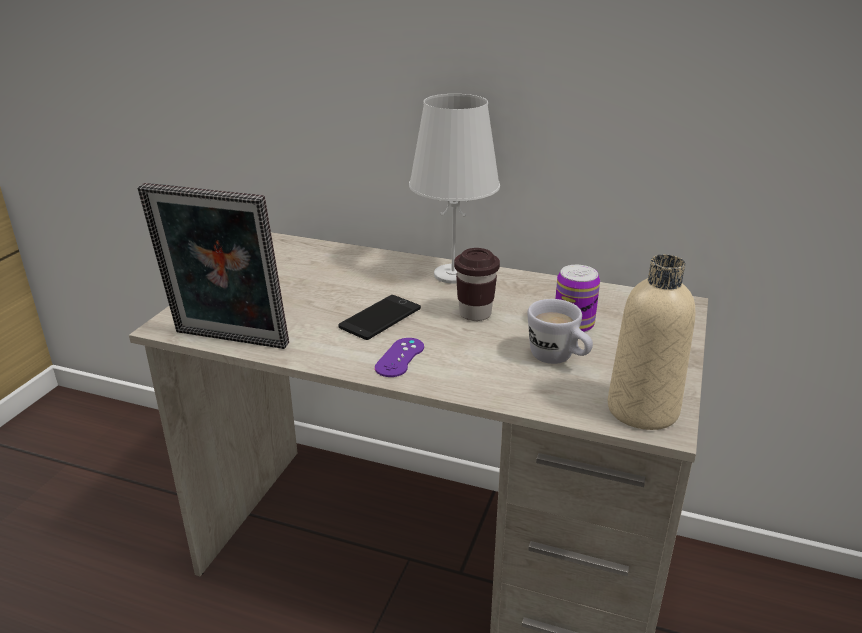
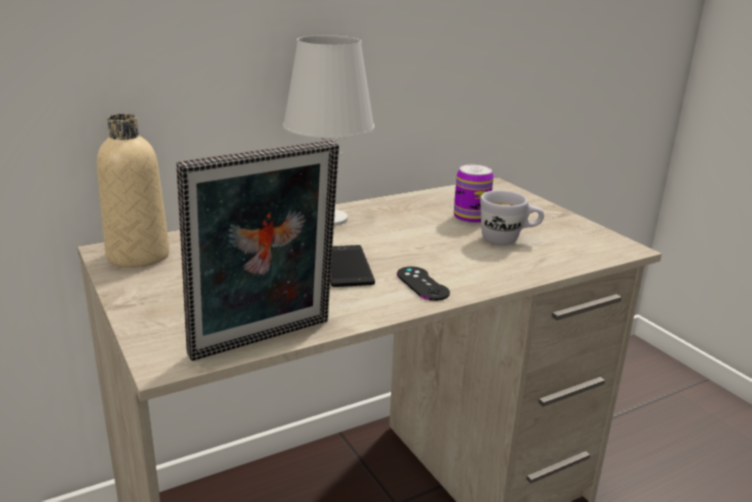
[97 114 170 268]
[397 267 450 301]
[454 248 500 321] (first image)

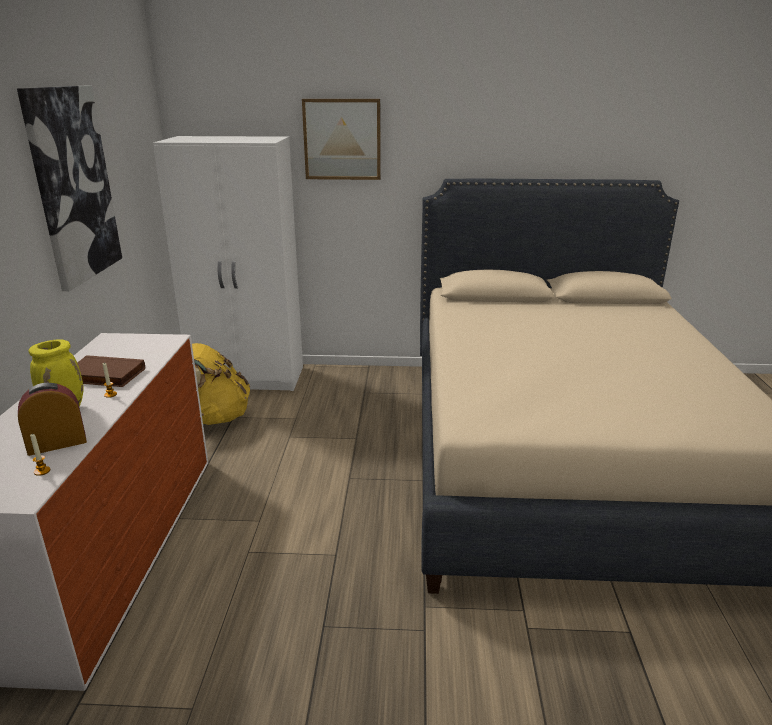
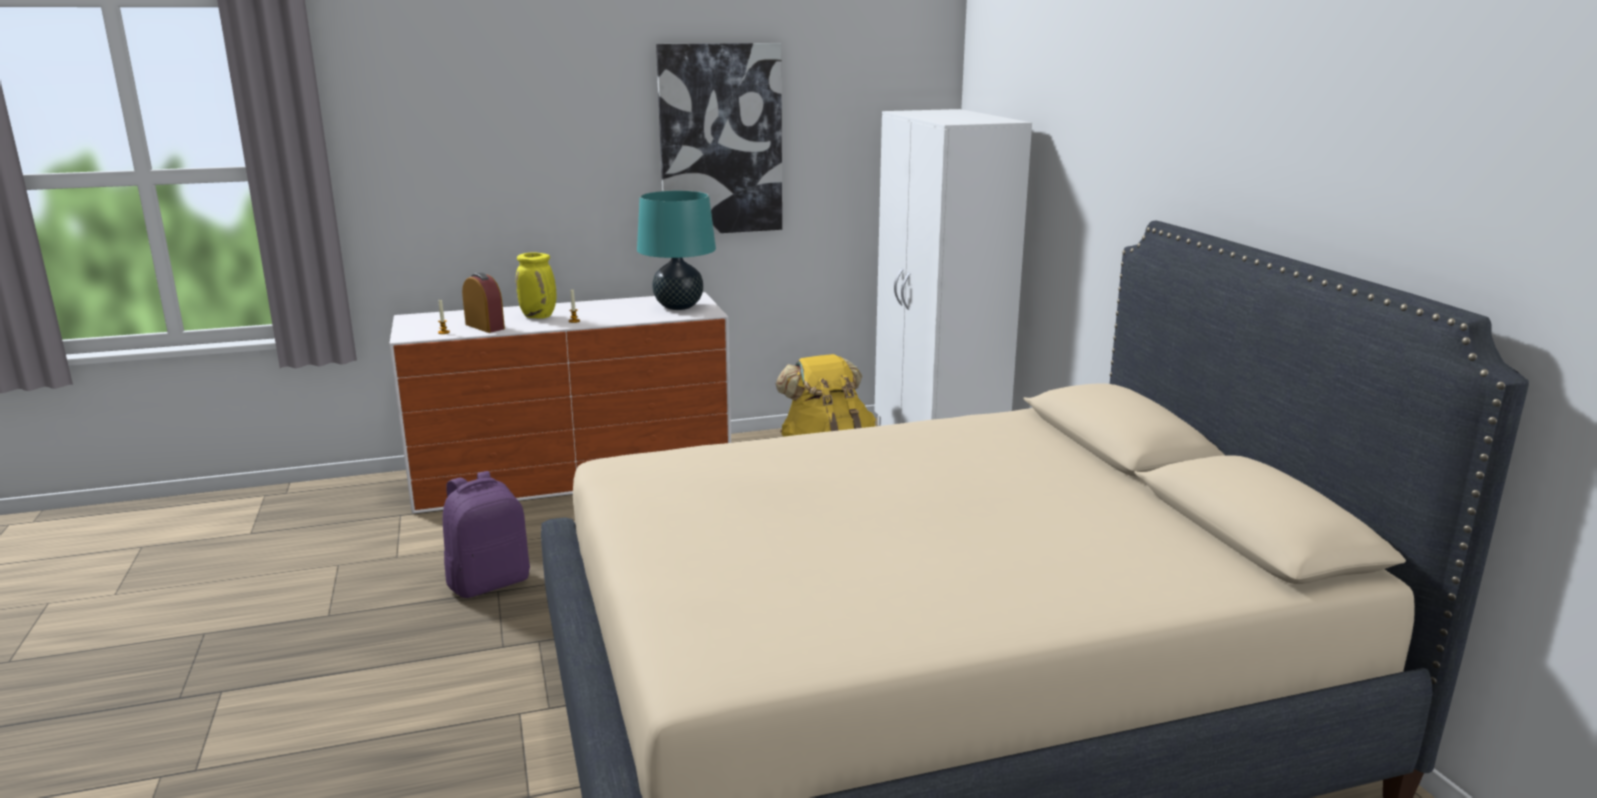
[443 471 530 598]
[637 190 716 310]
[77 355 145 387] (first image)
[302 99 381 180] (first image)

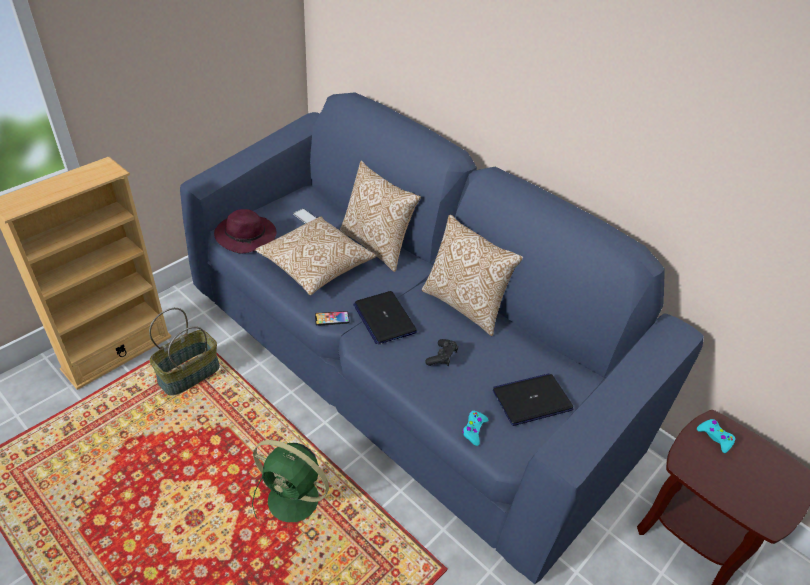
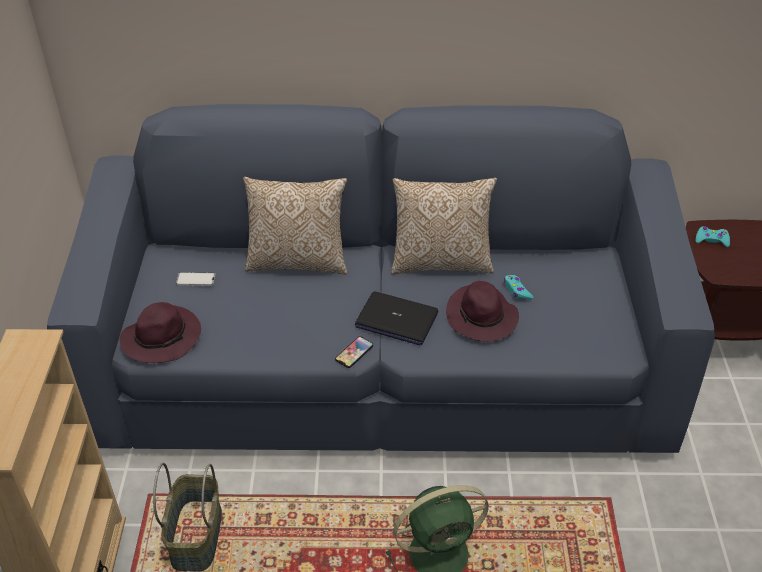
[446 281 519 342]
[504 275 533 300]
[255 216 376 295] (first image)
[493 373 573 426] (first image)

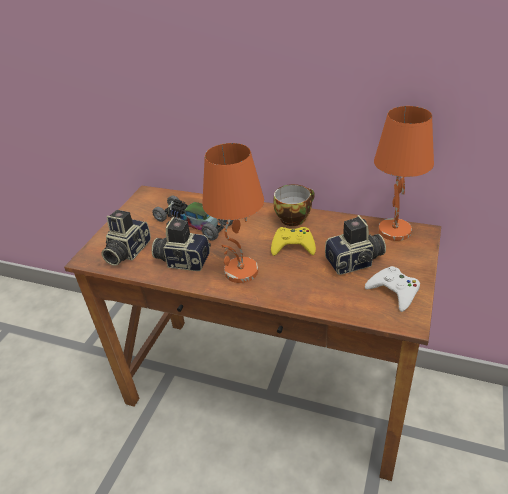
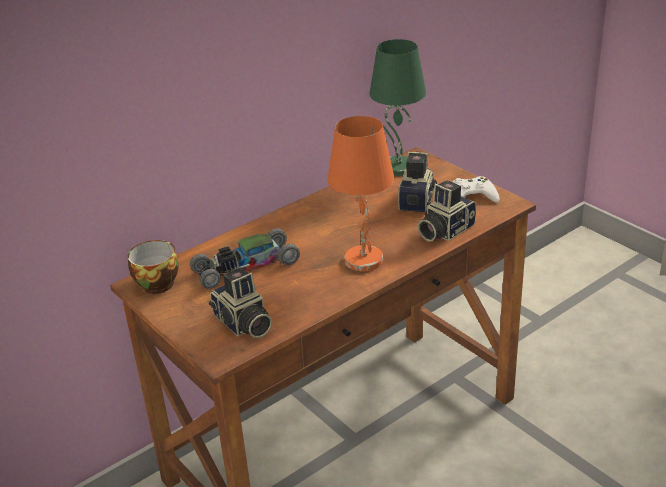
[128 240 179 294]
[369 39 426 176]
[418 180 476 241]
[271 227 316 256] (first image)

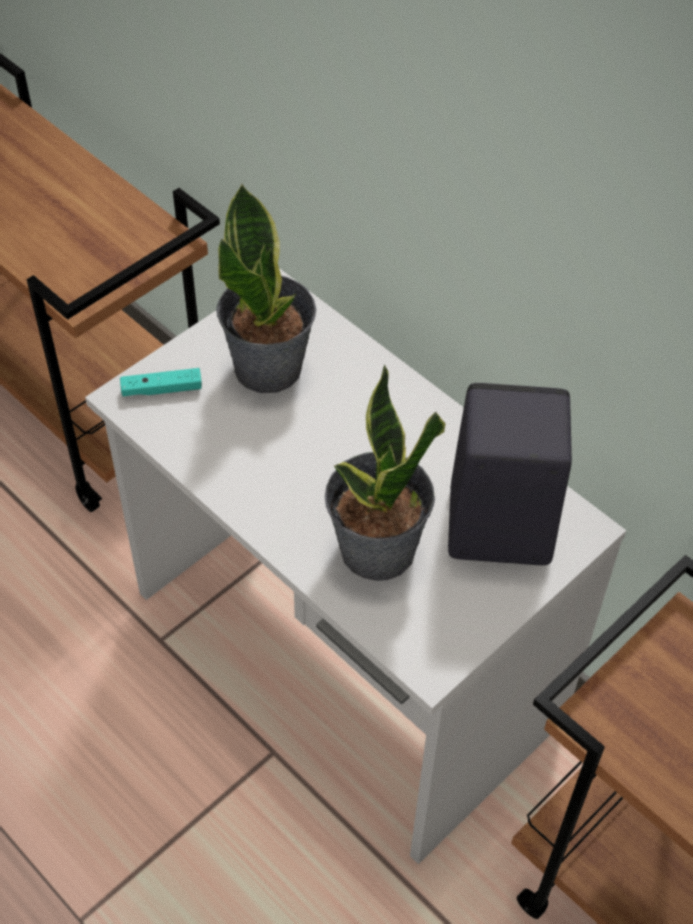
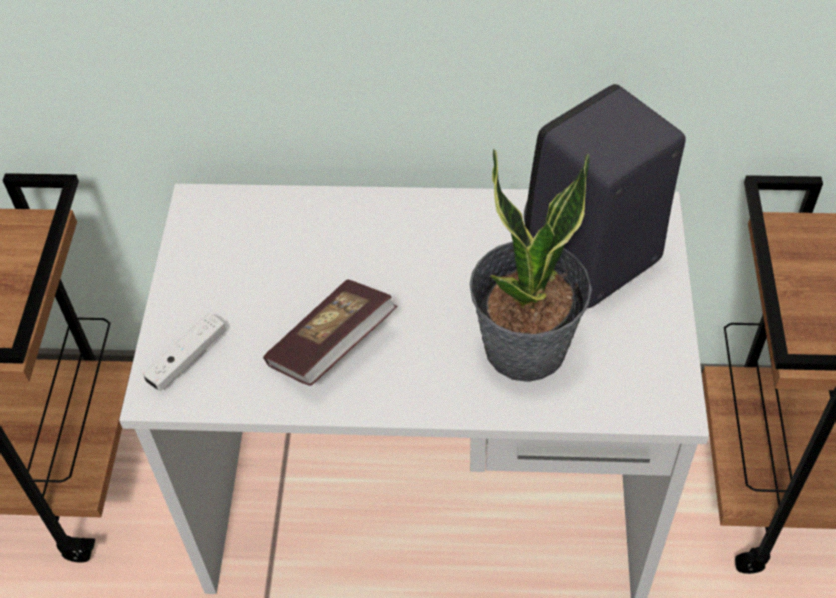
[143 313 226 391]
[263 280 397 386]
[216 183 316 393] (first image)

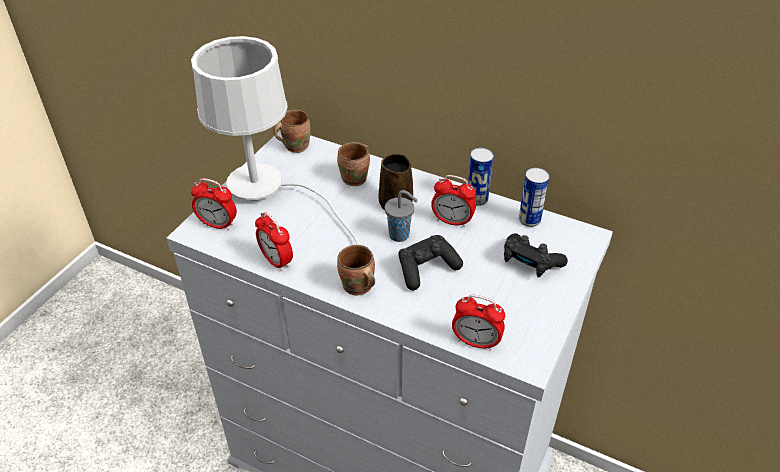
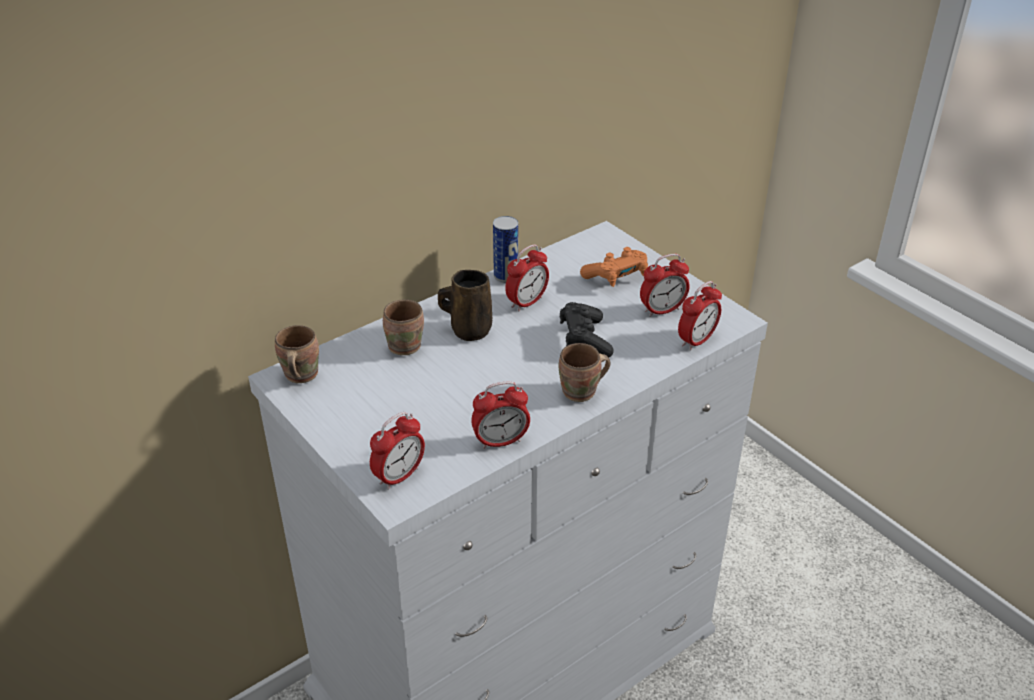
[580 247 648 287]
[640 254 690 317]
[191 36 359 245] (first image)
[385 190 418 242] (first image)
[519 168 549 227] (first image)

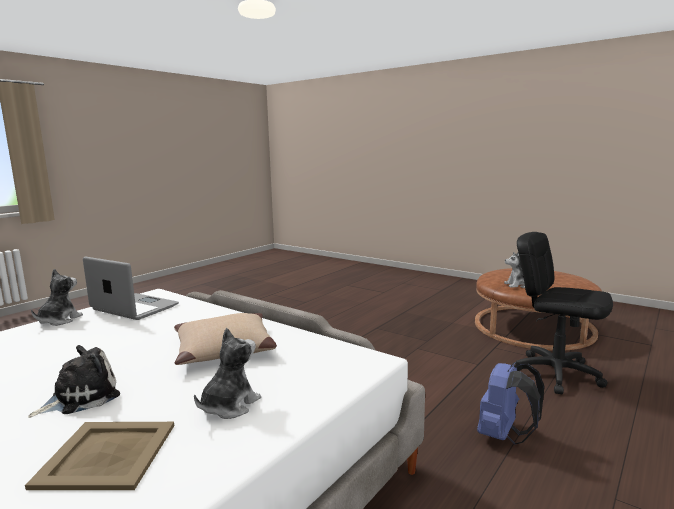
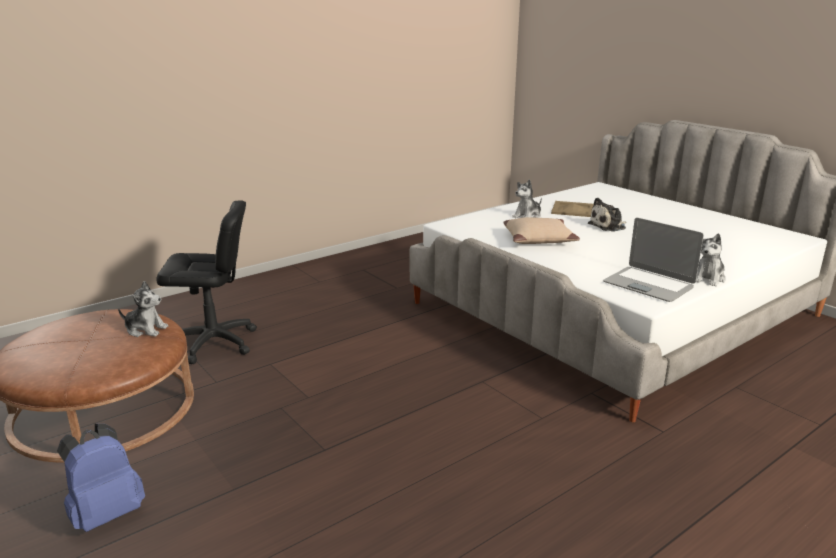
[57 424 145 532]
[156 200 257 364]

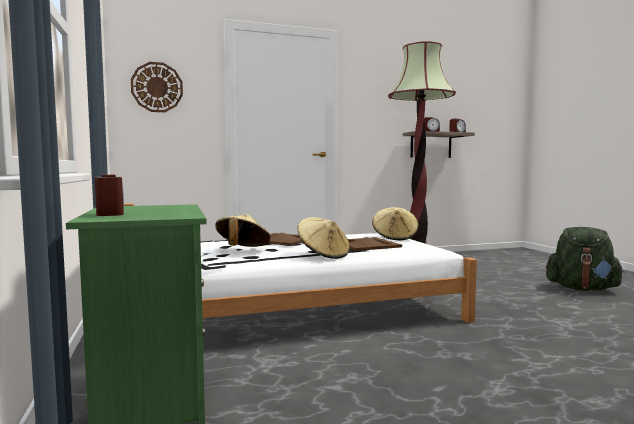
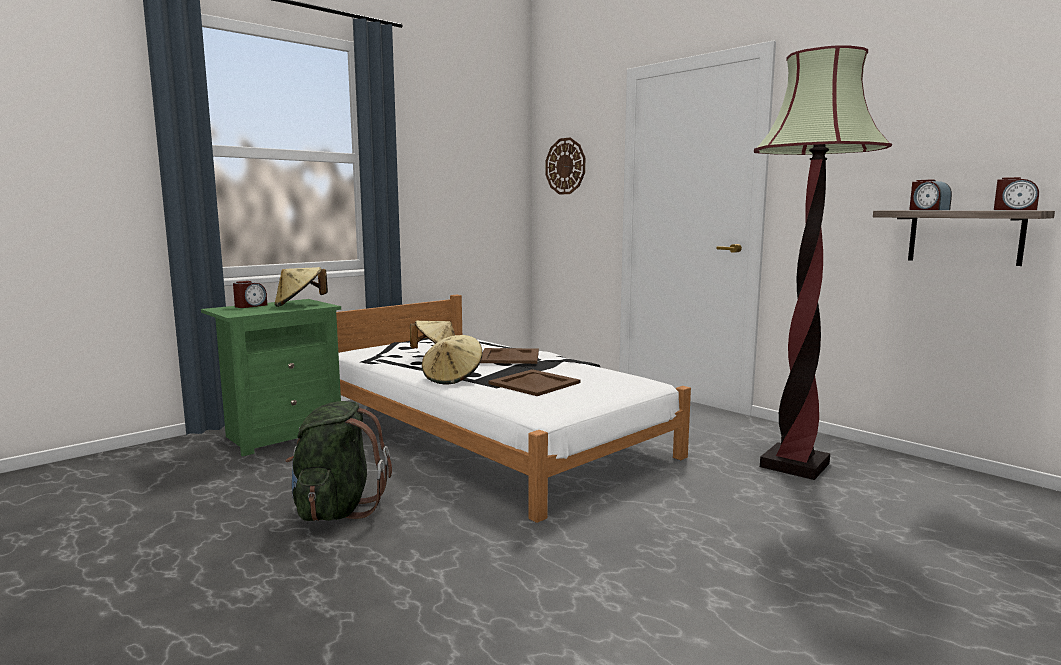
[275 267 328 307]
[285 401 392 521]

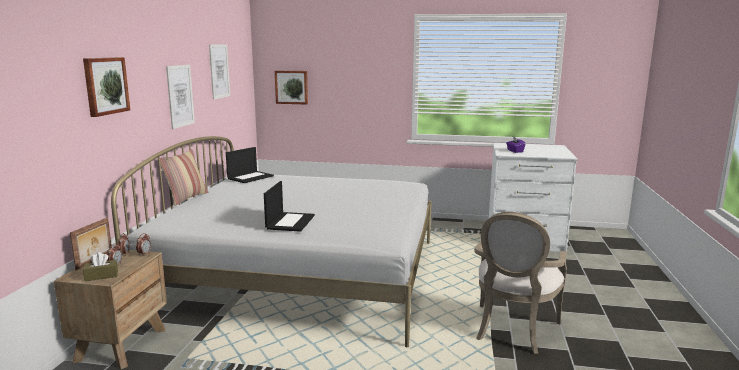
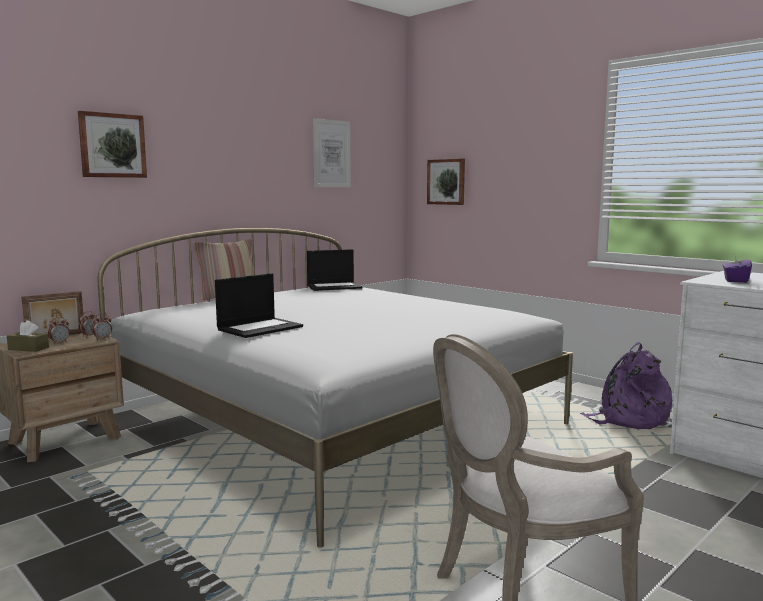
[580 342 672 430]
[166 65 195 129] (first image)

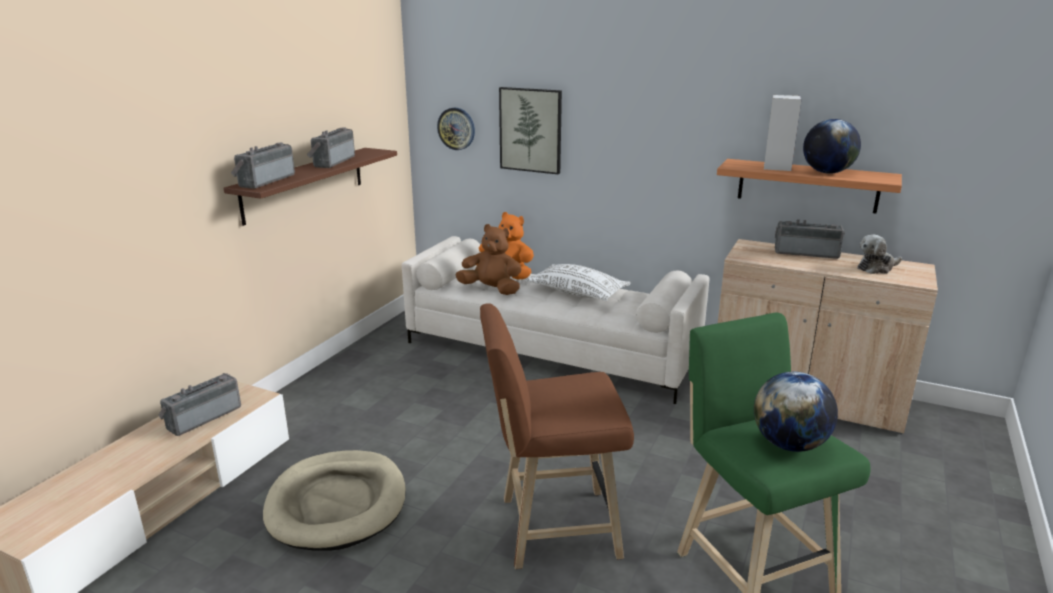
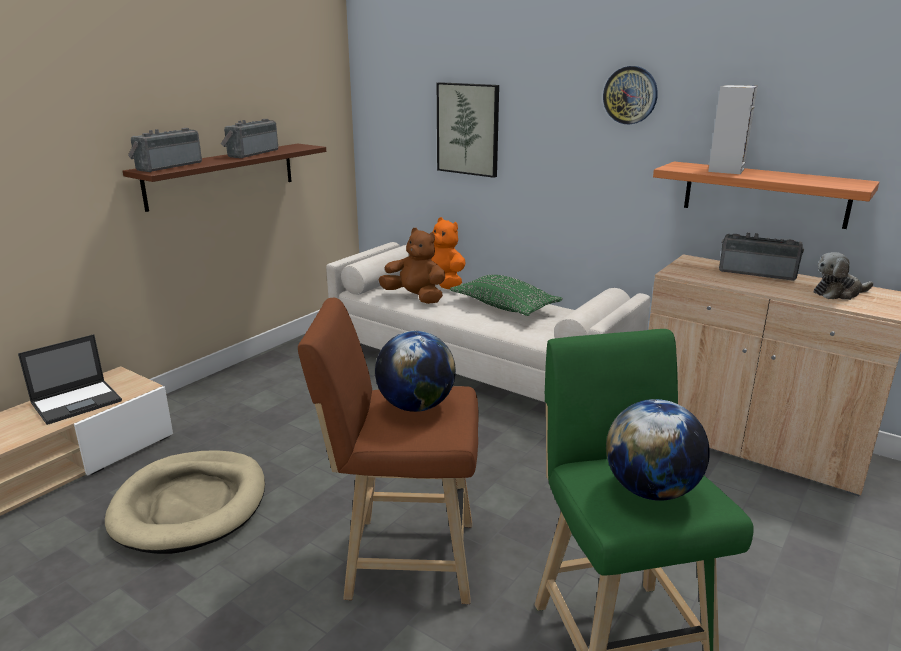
[18 334 122 425]
[375 331 456 412]
[450 275 563 316]
[603 66 658 124]

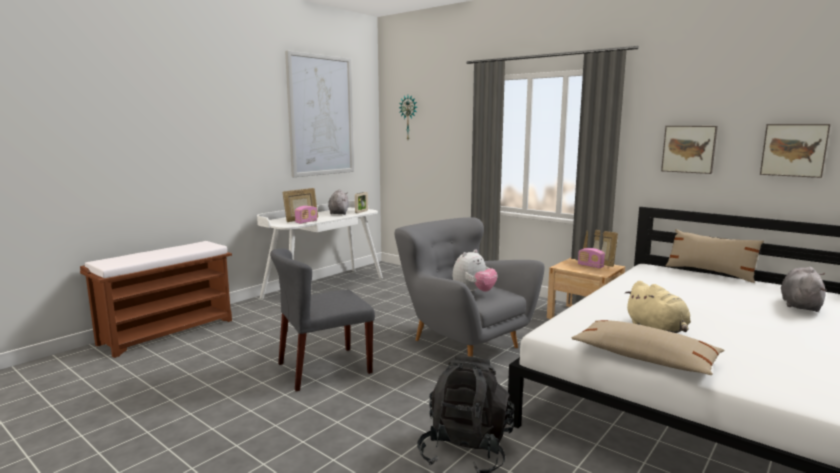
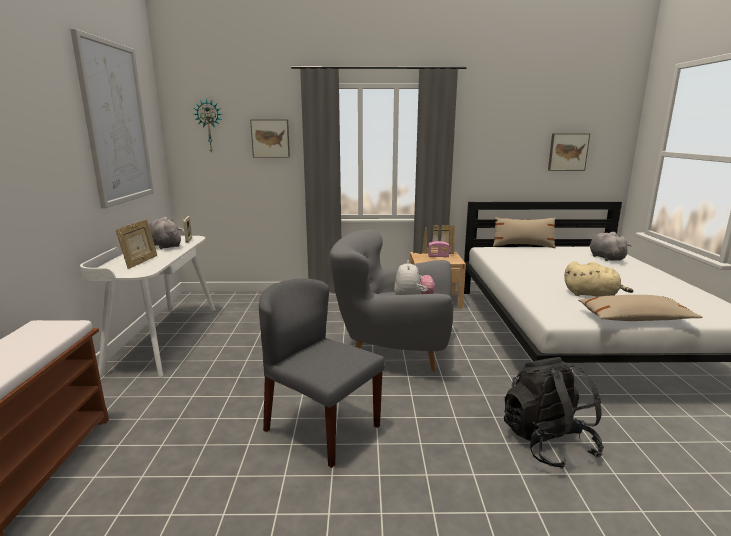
[250 120 290 158]
[259 279 385 468]
[295 206 317 224] (first image)

